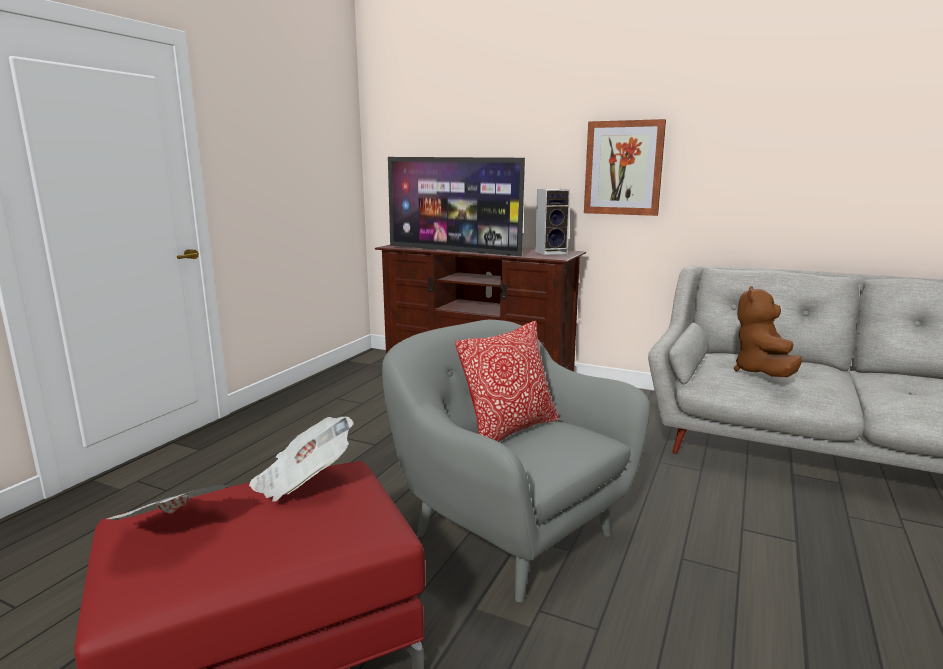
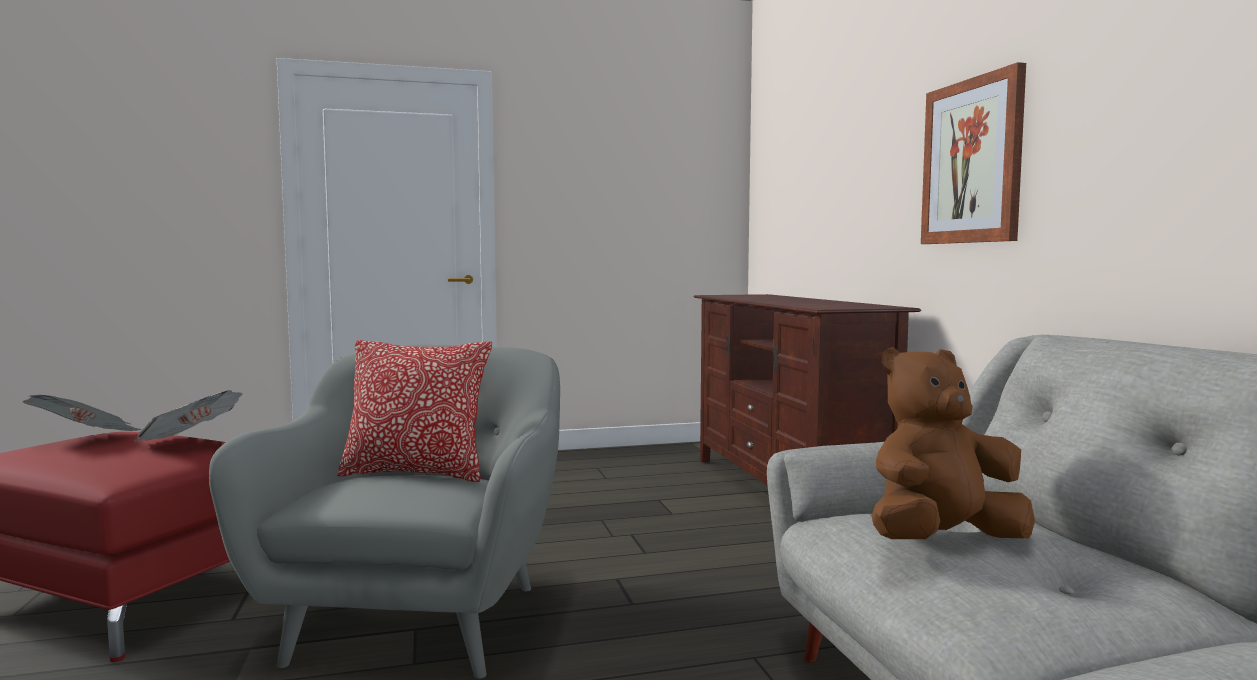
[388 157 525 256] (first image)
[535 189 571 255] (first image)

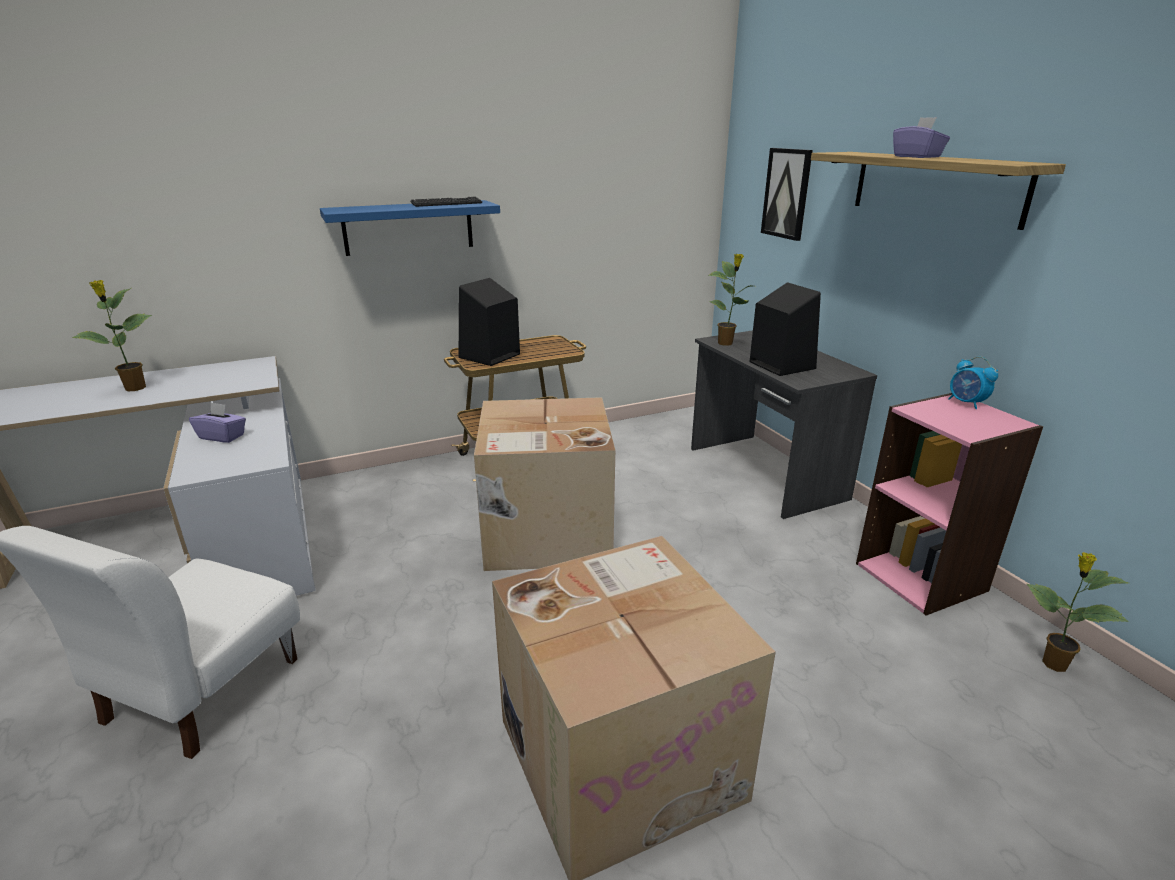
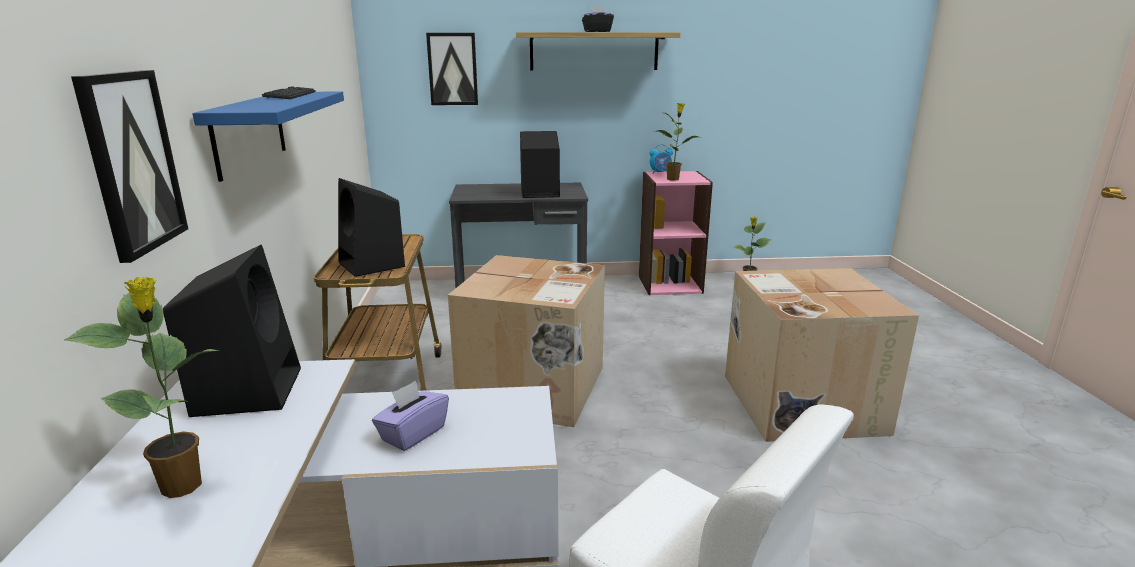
[71 70 188 263]
[163 245 301 417]
[582 7 614 32]
[654 103 698 181]

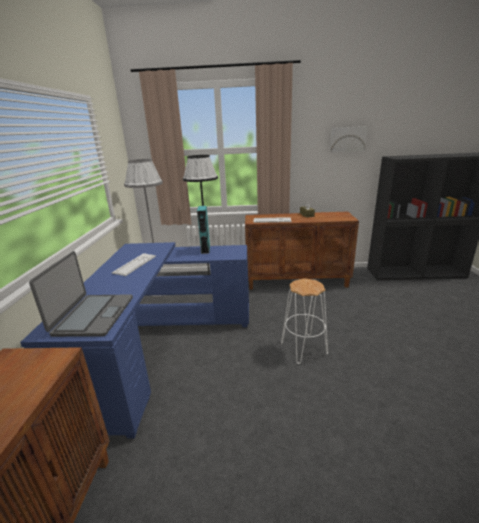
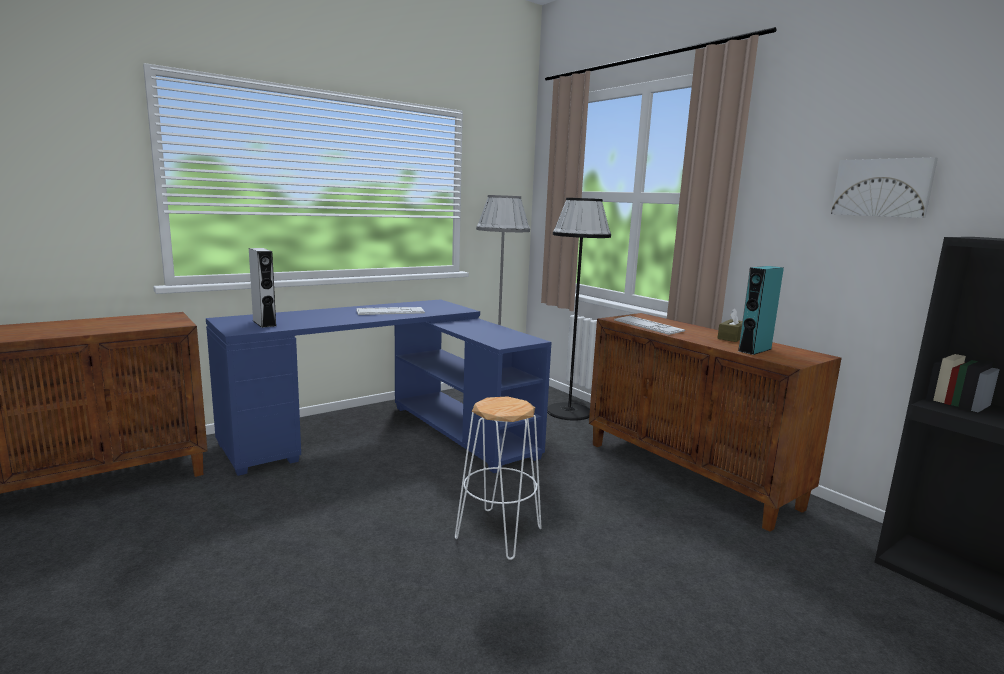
[249 248 276 328]
[738 266 784 355]

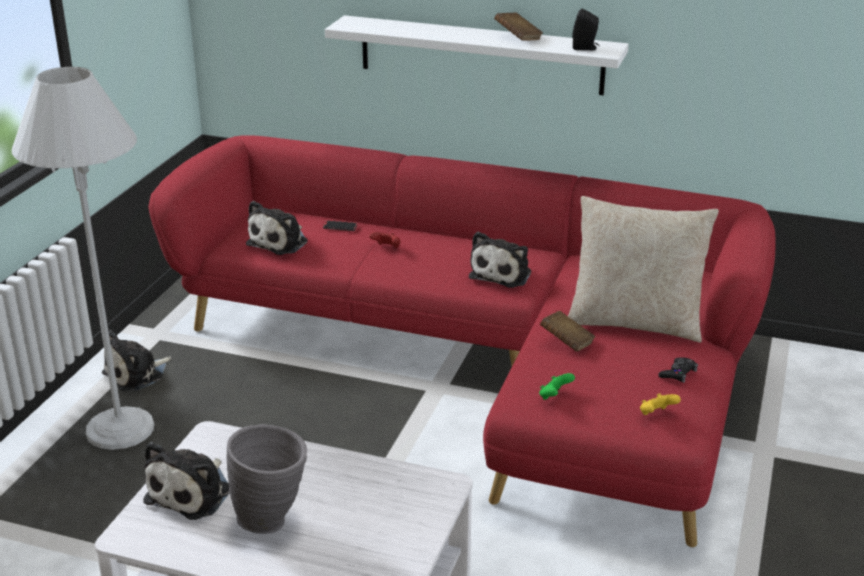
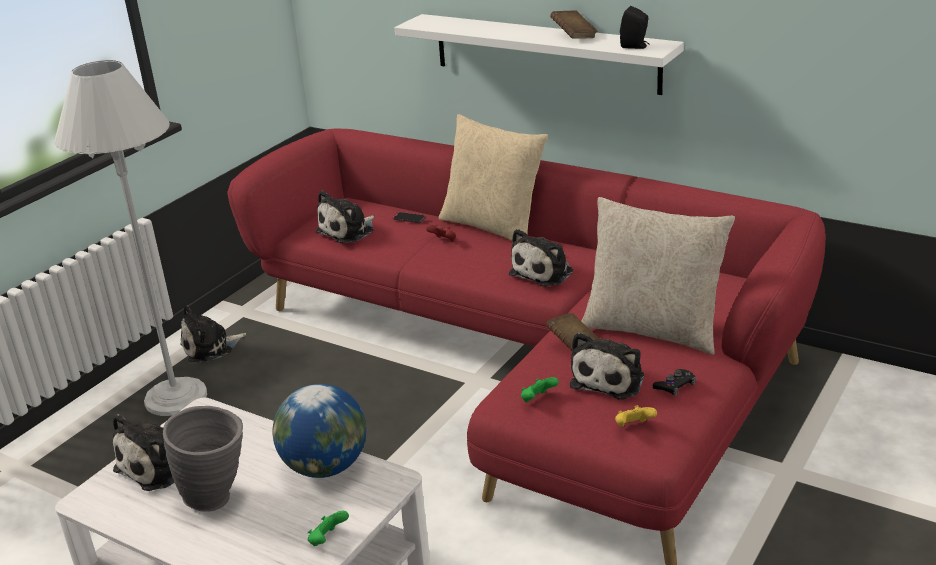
[273 384 367 478]
[308 511 349 546]
[439 114 548 241]
[570 332 644 399]

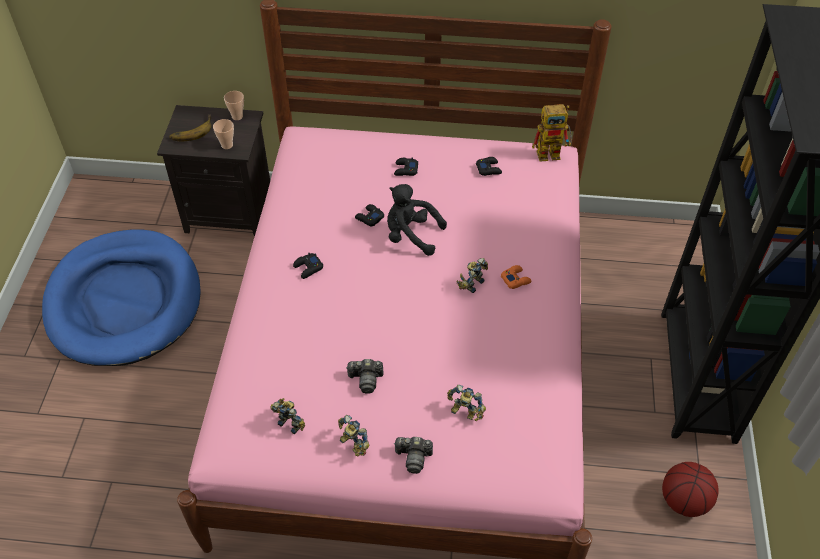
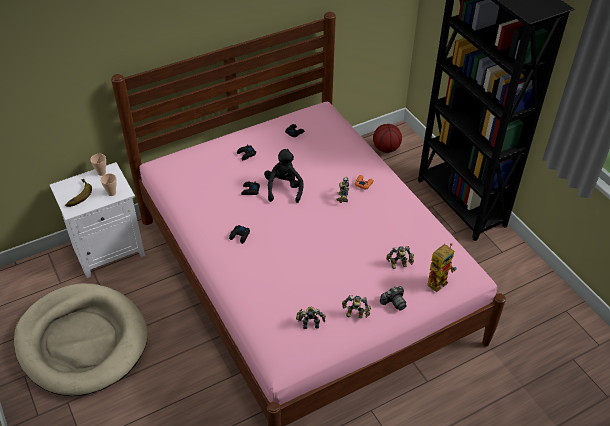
[14 283 148 396]
[50 162 145 278]
[264 149 303 203]
[373 124 402 153]
[427 243 457 292]
[346 359 384 394] (first image)

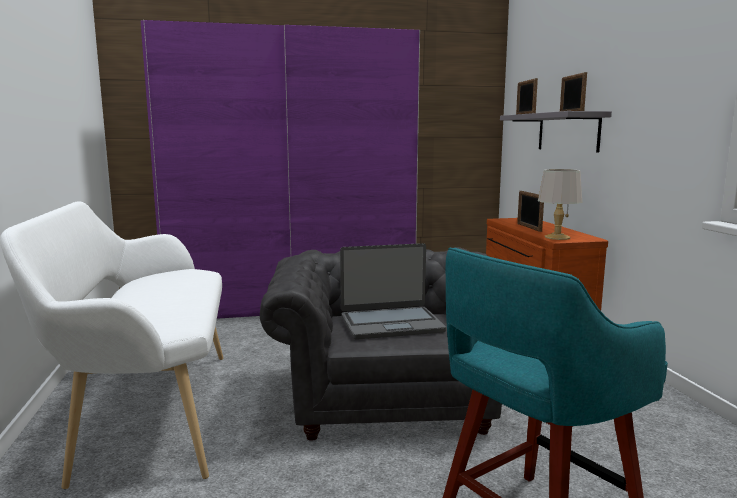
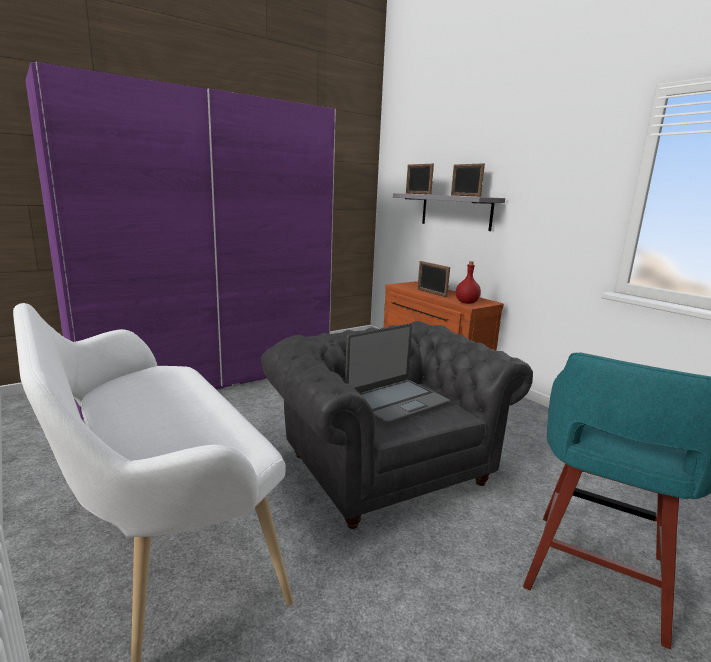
[456 261 481 304]

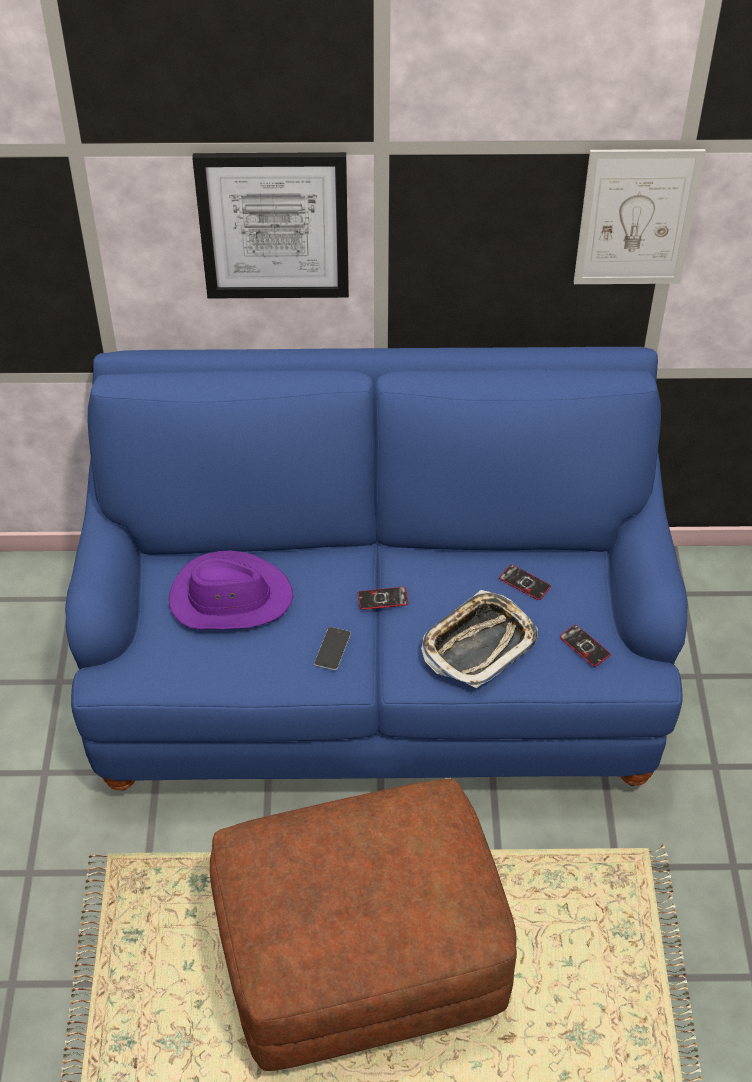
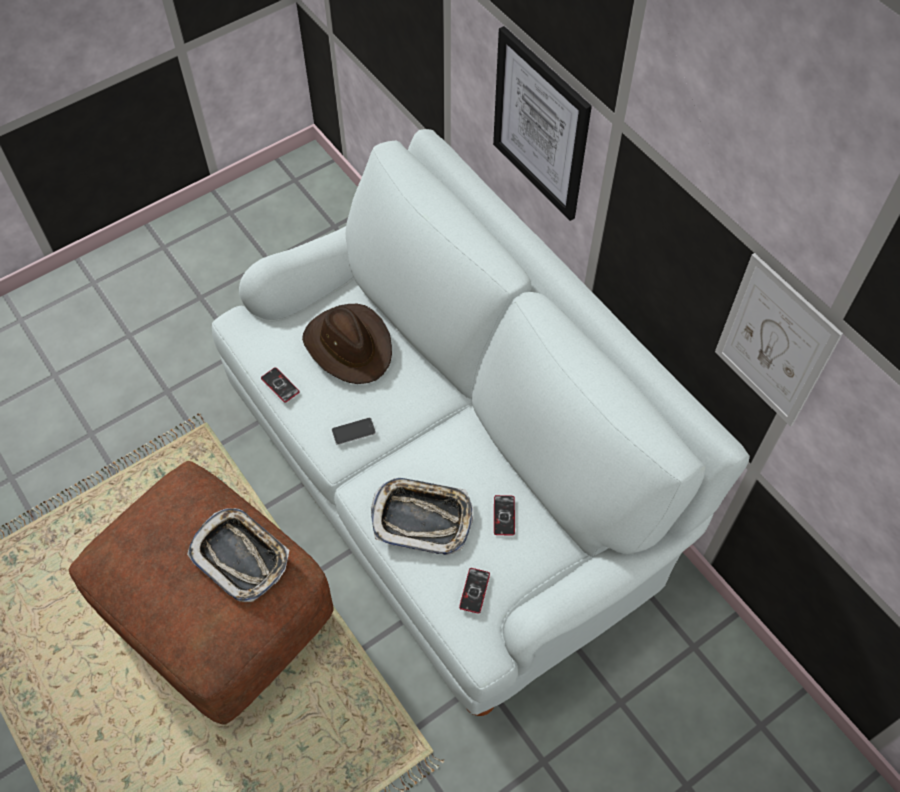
[187 508 289 602]
[212 129 750 716]
[261 367 299 403]
[302 304 392 384]

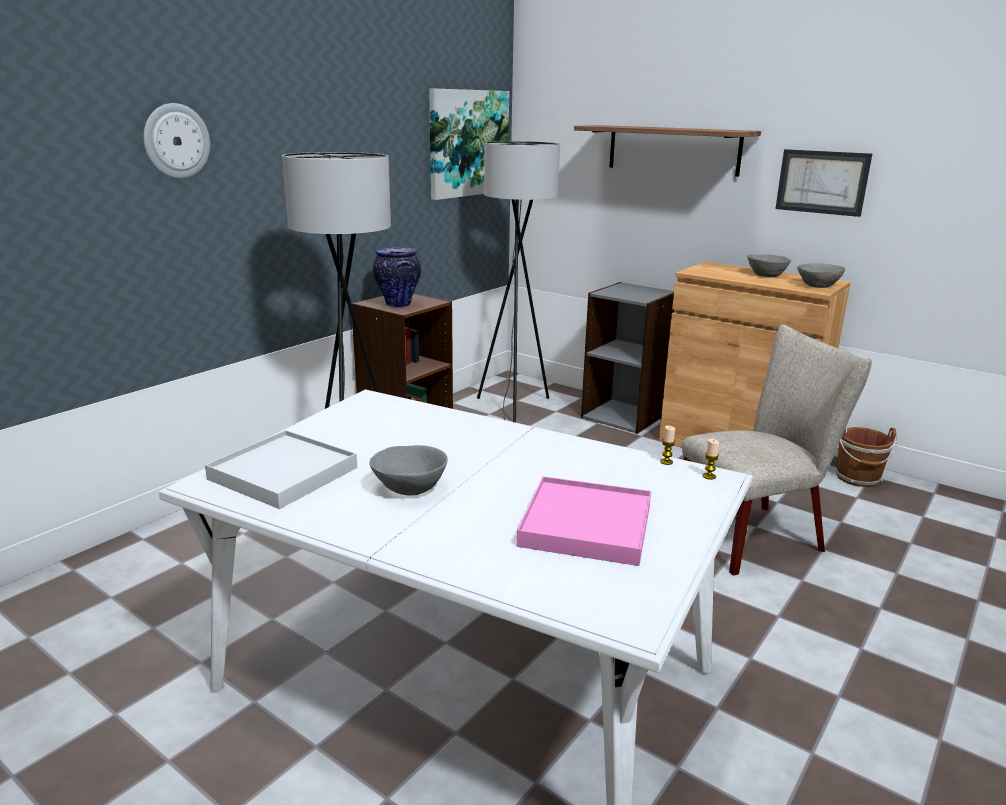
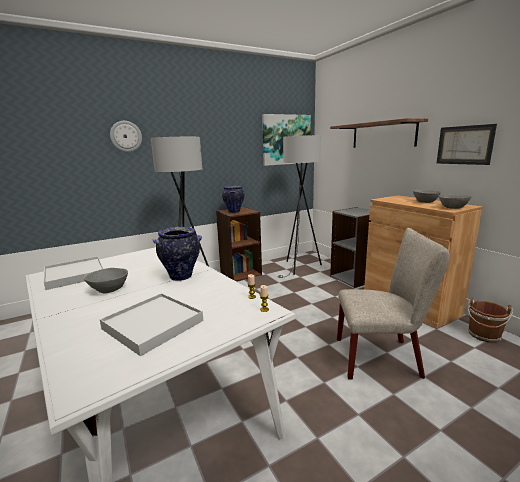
[100 293 203 356]
[152 227 202 281]

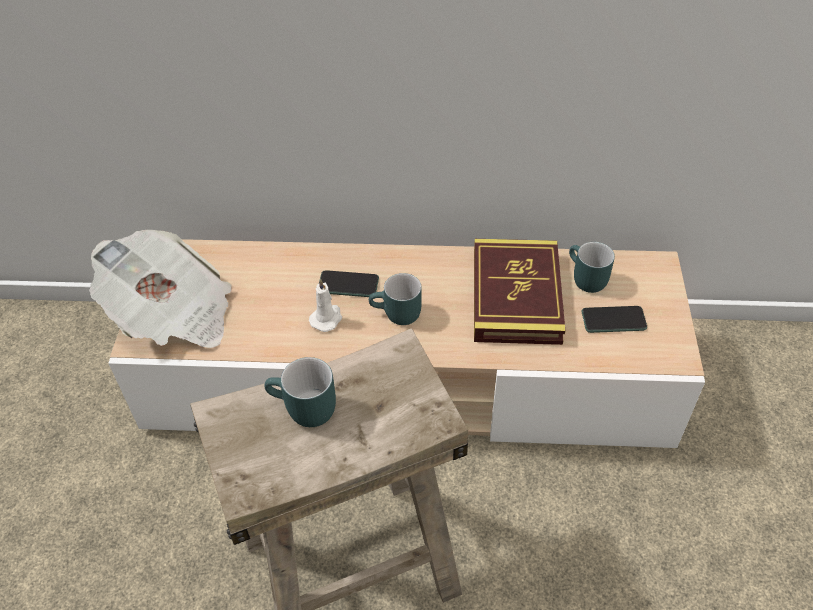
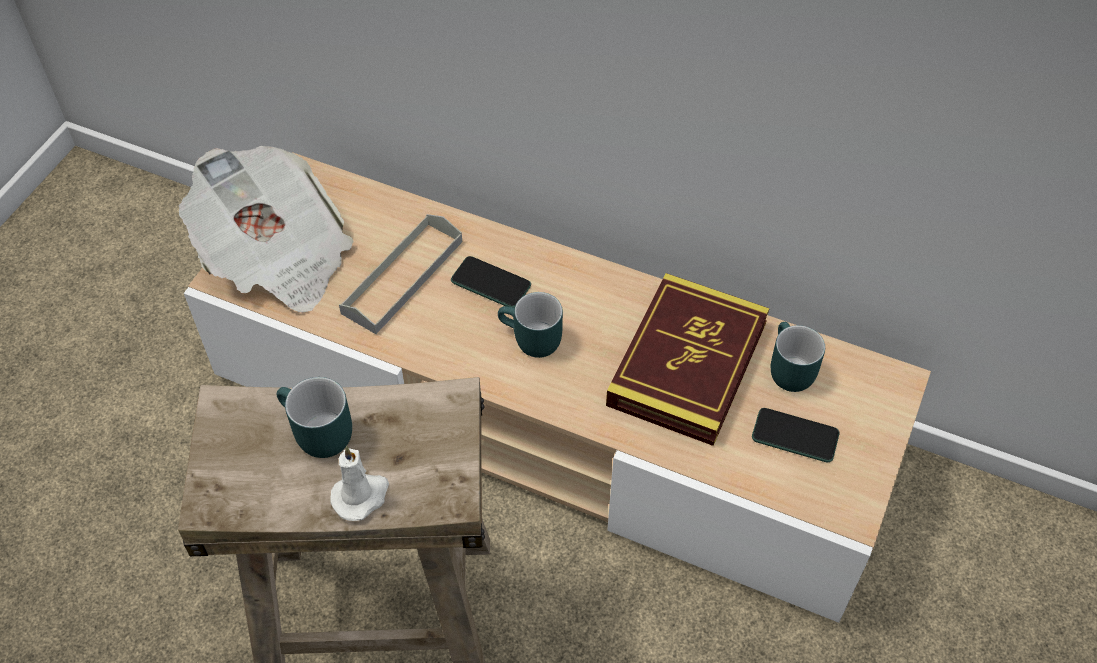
[330 446 389 521]
[339 214 462 334]

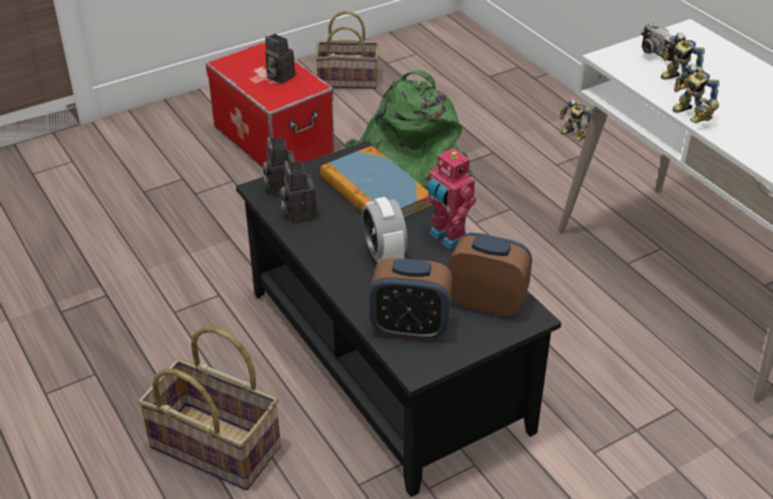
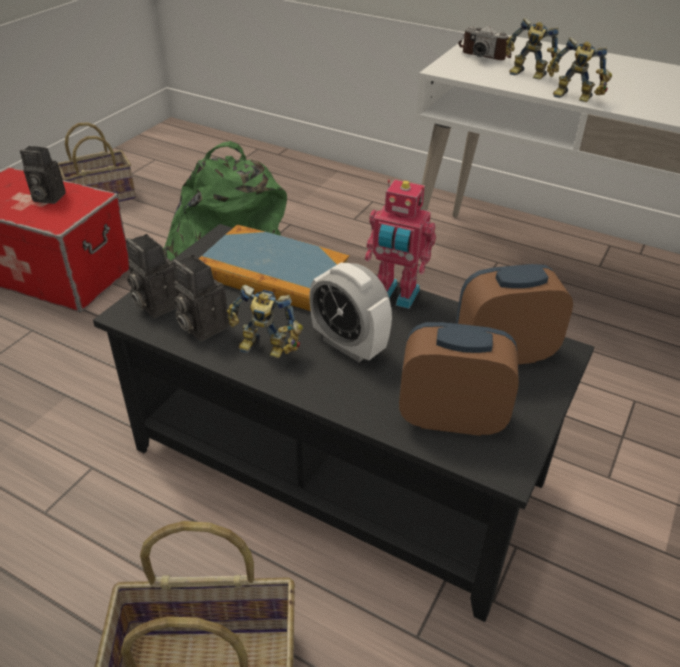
[227 285 303 358]
[399 322 519 436]

